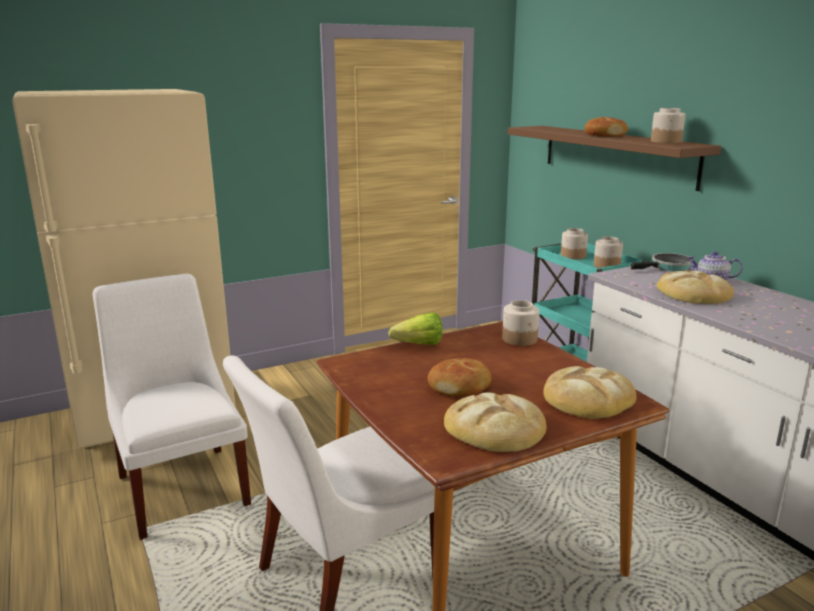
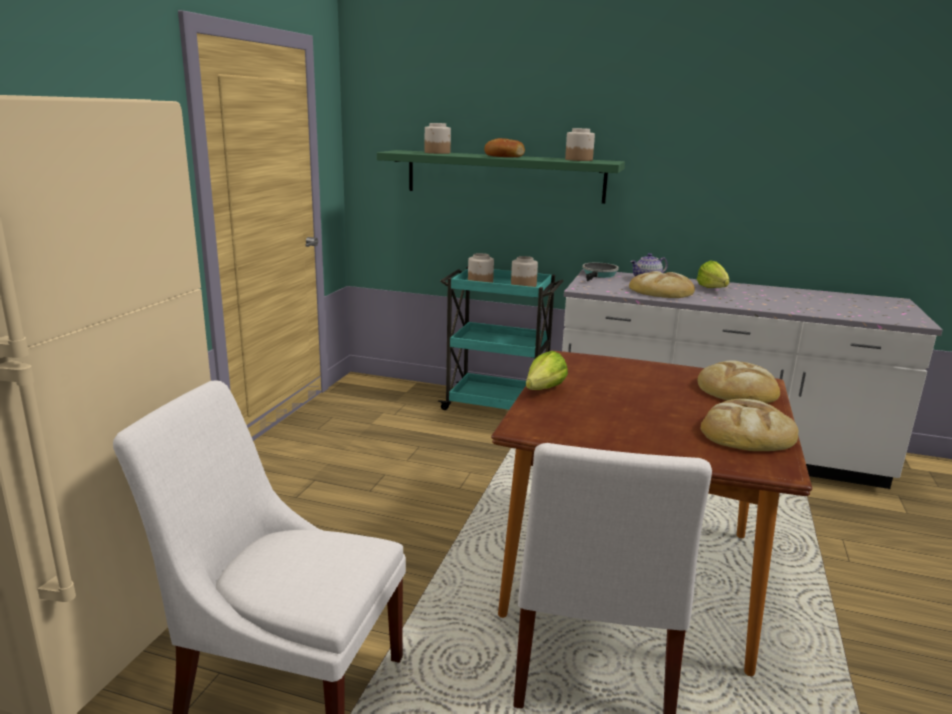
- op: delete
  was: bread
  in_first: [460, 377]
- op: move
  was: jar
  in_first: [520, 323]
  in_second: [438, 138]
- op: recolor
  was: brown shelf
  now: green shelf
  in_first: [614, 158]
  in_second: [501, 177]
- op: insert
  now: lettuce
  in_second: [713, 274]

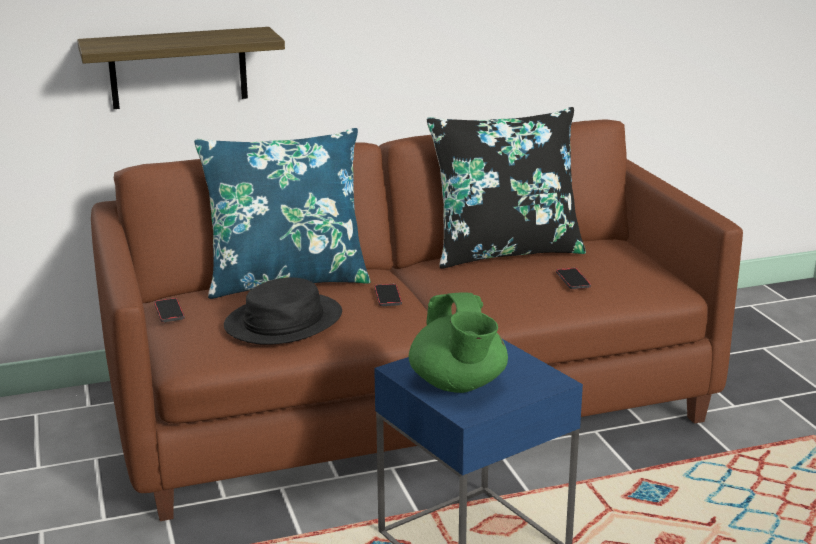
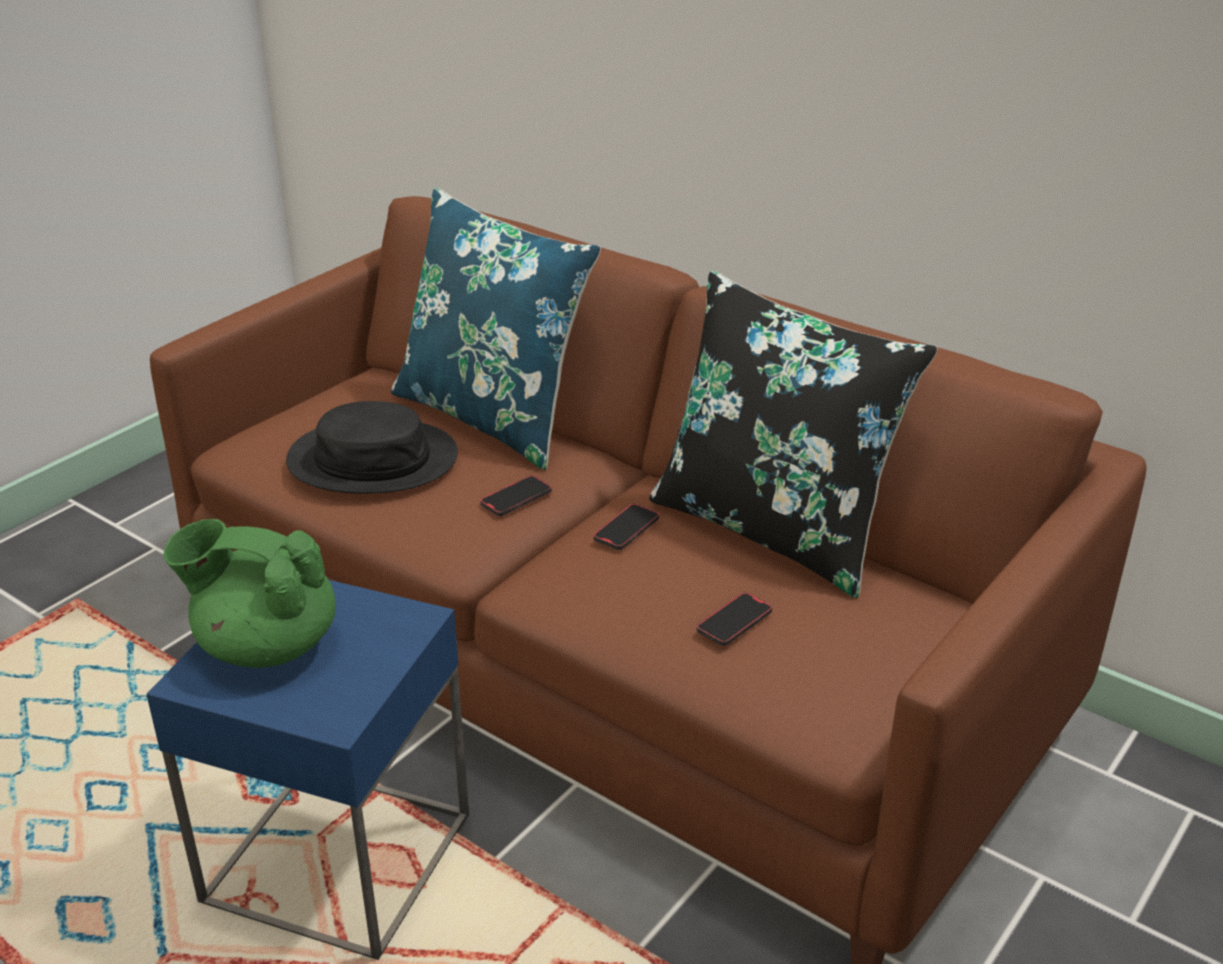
- op: delete
  was: shelf
  in_first: [181, 68]
- op: move
  was: phone
  in_first: [169, 310]
  in_second: [626, 526]
- op: rotate
  was: green teapot
  in_first: [458, 342]
  in_second: [249, 593]
  clockwise: 60

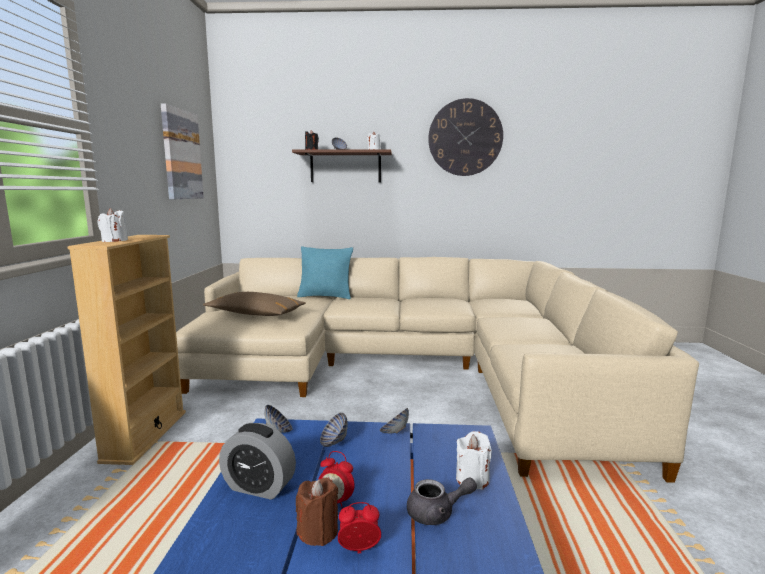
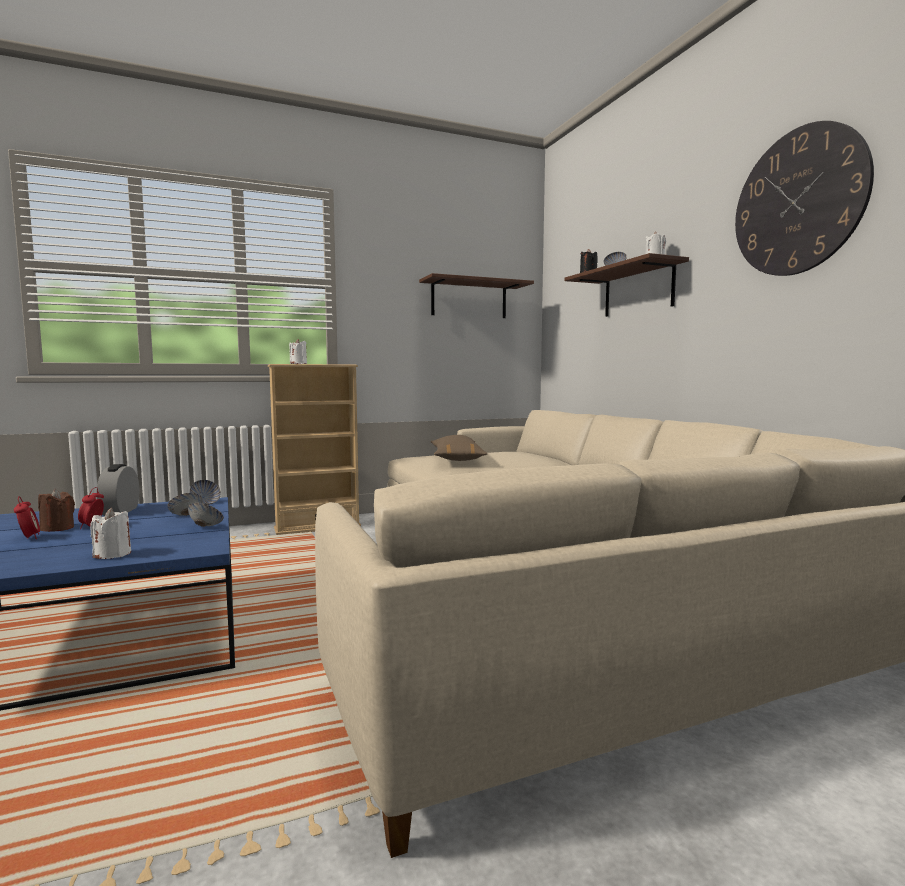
- op: replace
  was: picture
  now: brown shelf
  in_first: [182, 151]
  in_second: [476, 295]
- op: delete
  was: turquoise pillow
  in_first: [325, 272]
- op: delete
  was: grey teapot
  in_first: [442, 501]

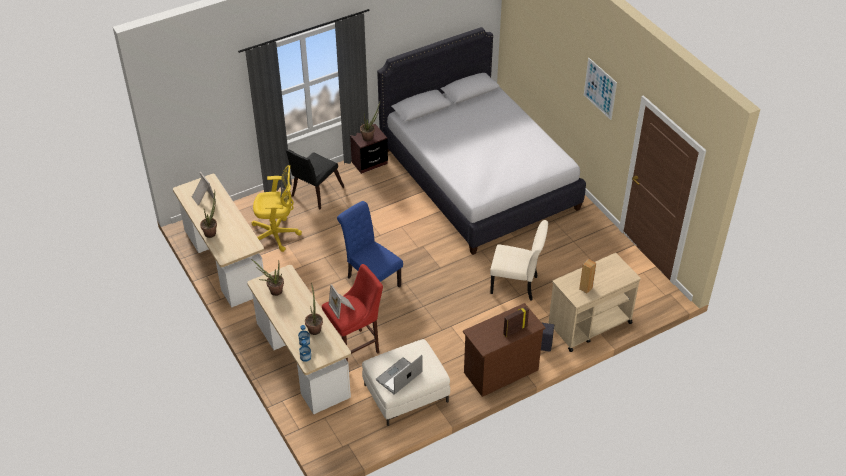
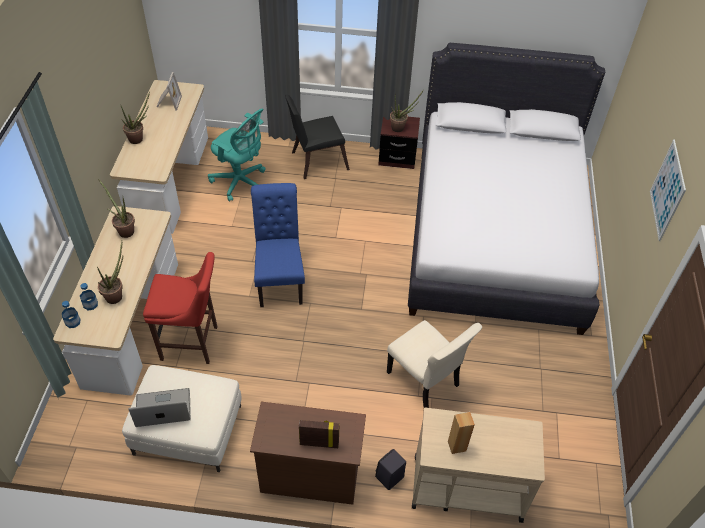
- op: recolor
  was: yellow office chair
  now: turquoise office chair
  in_first: [277, 208]
  in_second: [237, 155]
- op: delete
  was: picture frame
  in_first: [342, 302]

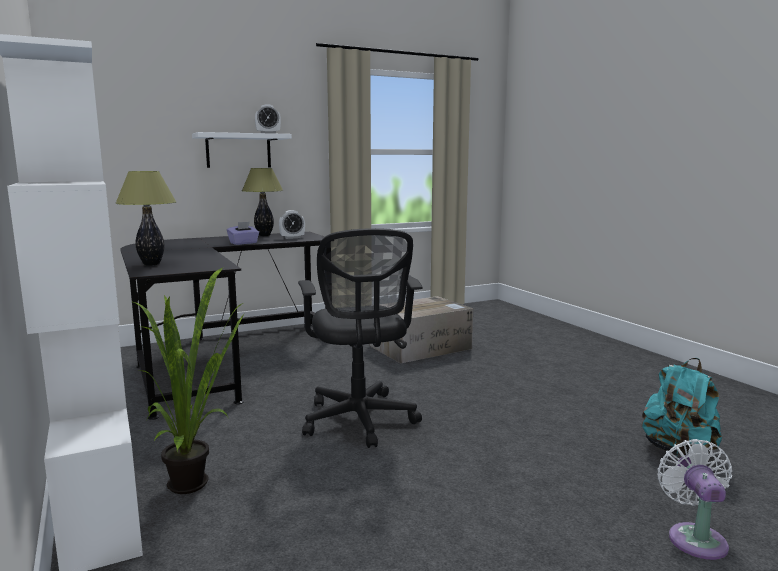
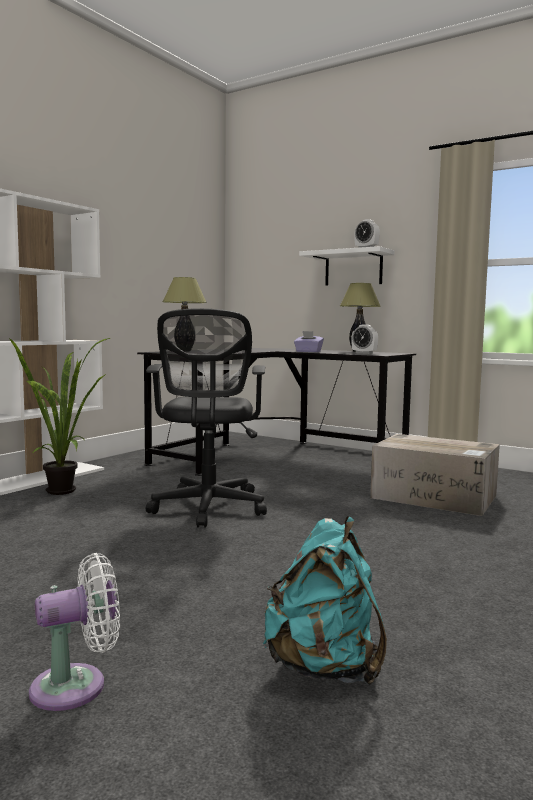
- op: rotate
  was: black office chair
  in_first: [360, 338]
  in_second: [206, 418]
  clockwise: -45

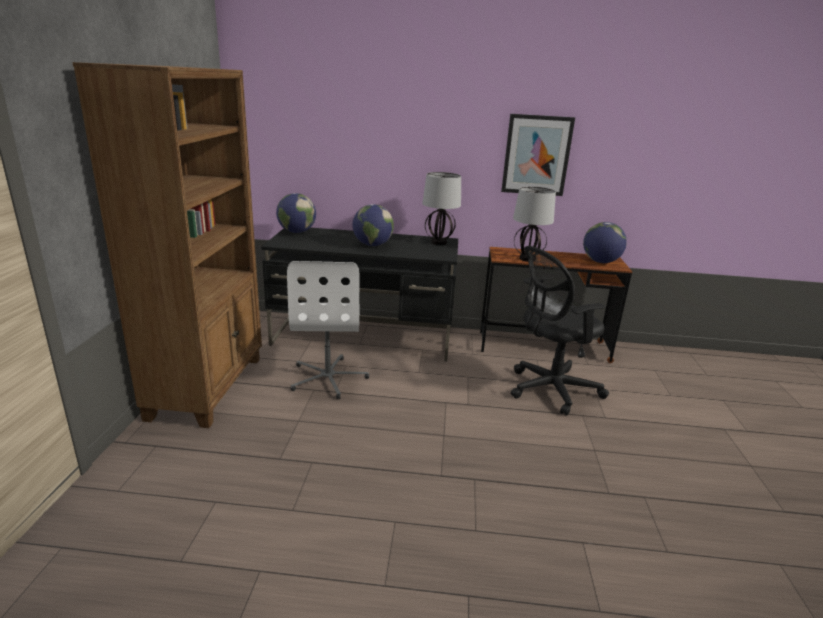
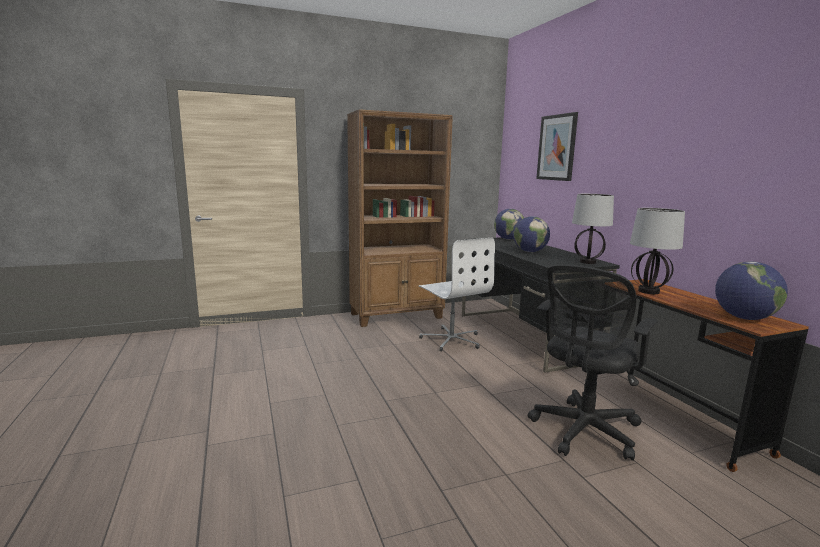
- op: rotate
  was: white office chair
  in_first: [328, 330]
  in_second: [457, 294]
  clockwise: -90
- op: move
  was: picture
  in_first: [538, 155]
  in_second: [557, 146]
- op: rotate
  was: black office chair
  in_first: [560, 331]
  in_second: [593, 362]
  clockwise: -90

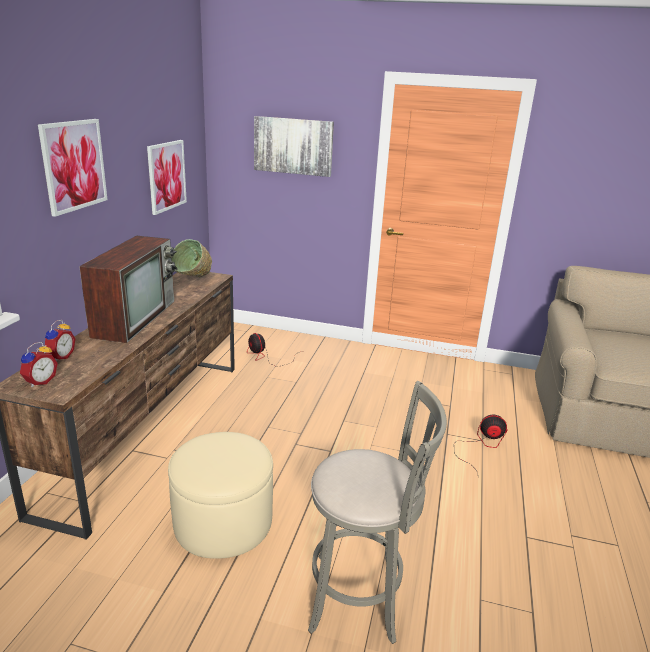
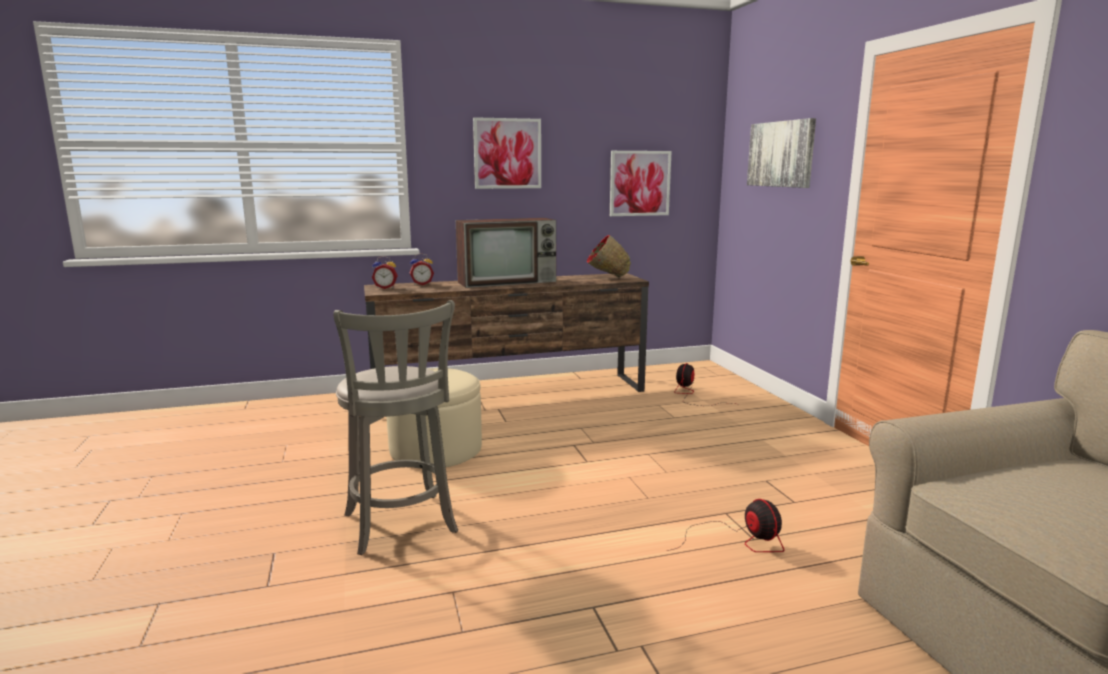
- op: recolor
  was: green bowl
  now: red bowl
  in_first: [192, 258]
  in_second: [609, 256]

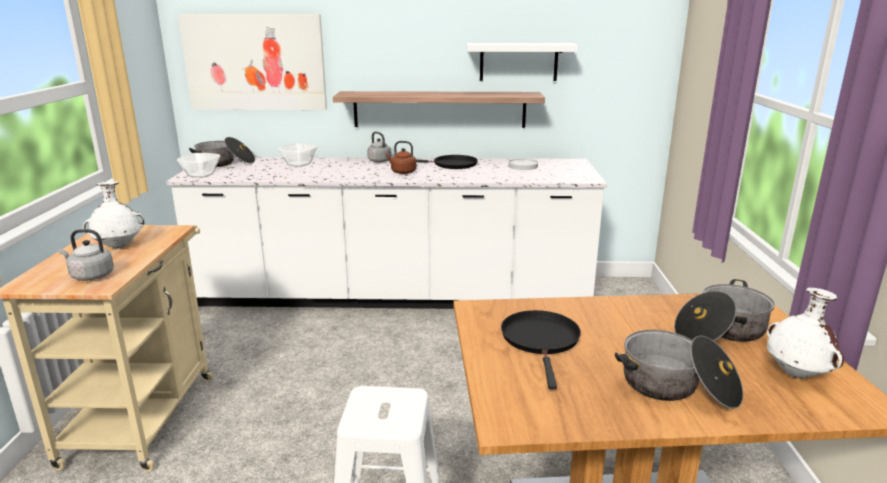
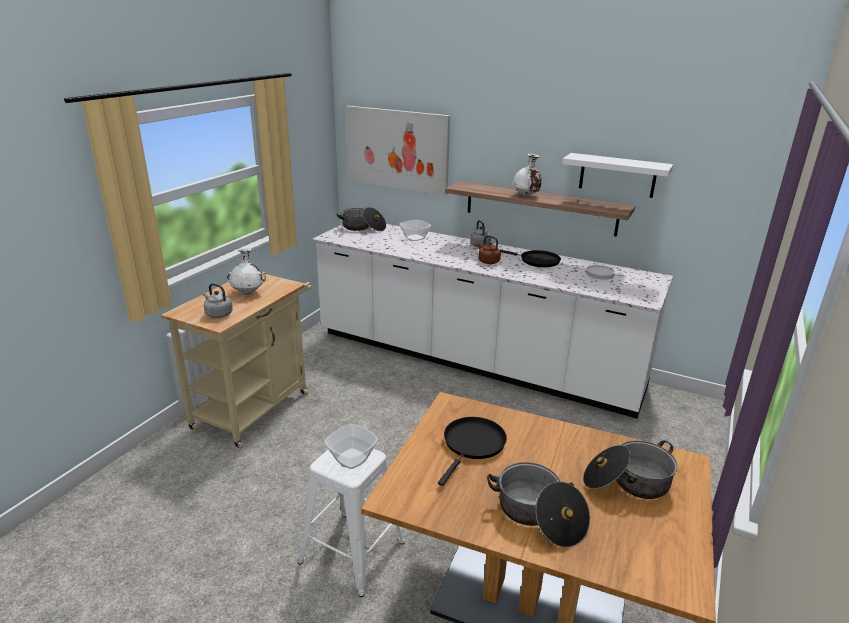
- op: move
  was: bowl
  in_first: [198, 165]
  in_second: [351, 446]
- op: move
  was: white vase
  in_first: [805, 333]
  in_second: [527, 175]

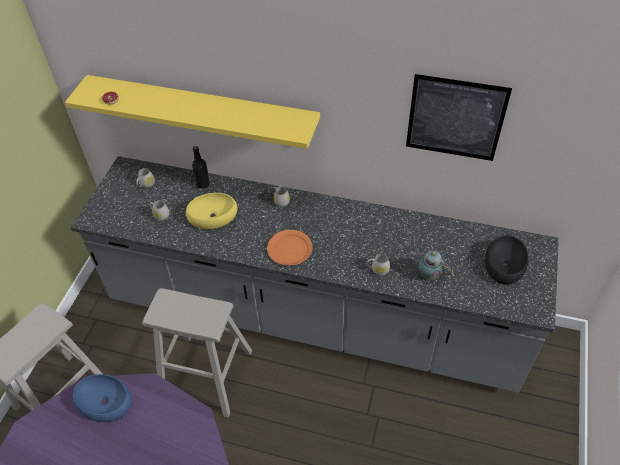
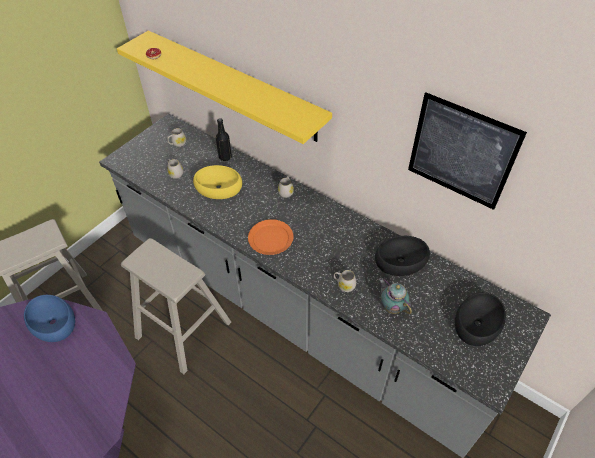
- op: insert
  now: black bowl
  in_second: [402, 256]

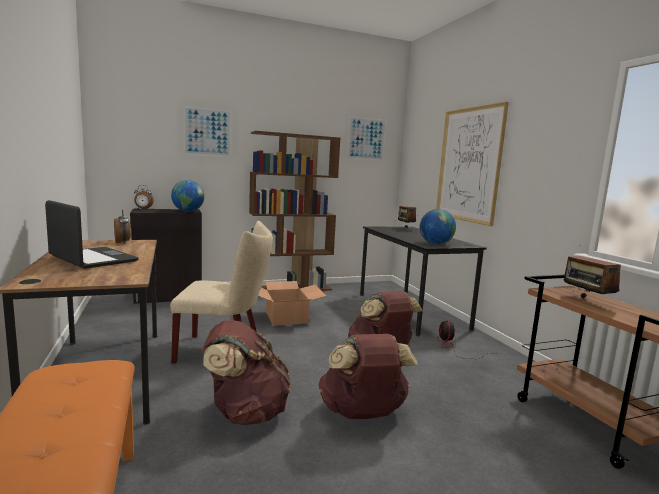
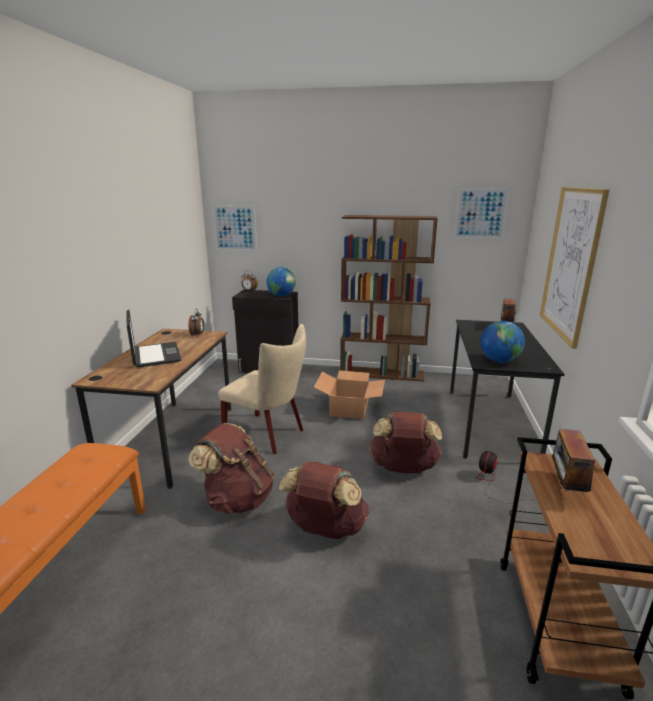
- op: move
  was: picture
  in_first: [207, 131]
  in_second: [234, 228]

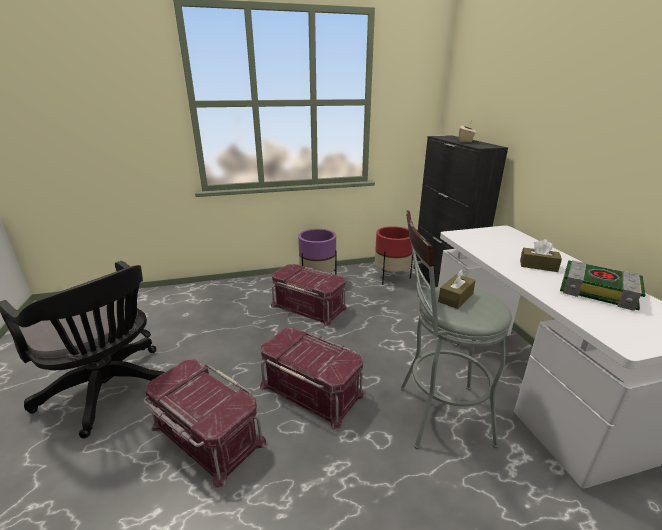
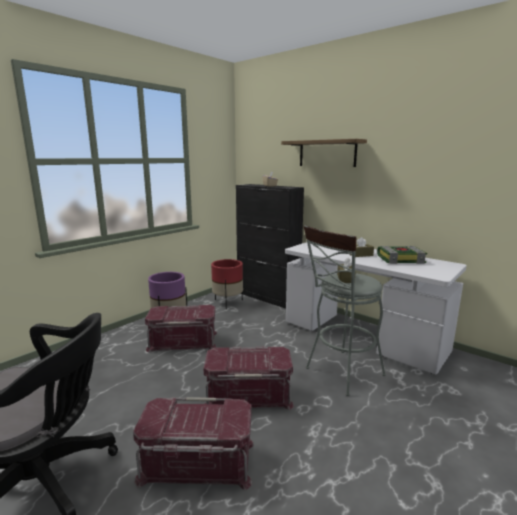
- op: insert
  now: shelf
  in_second: [324, 153]

